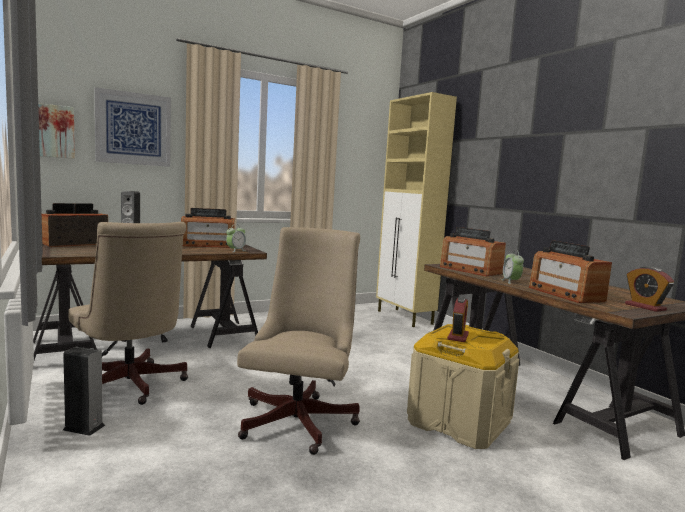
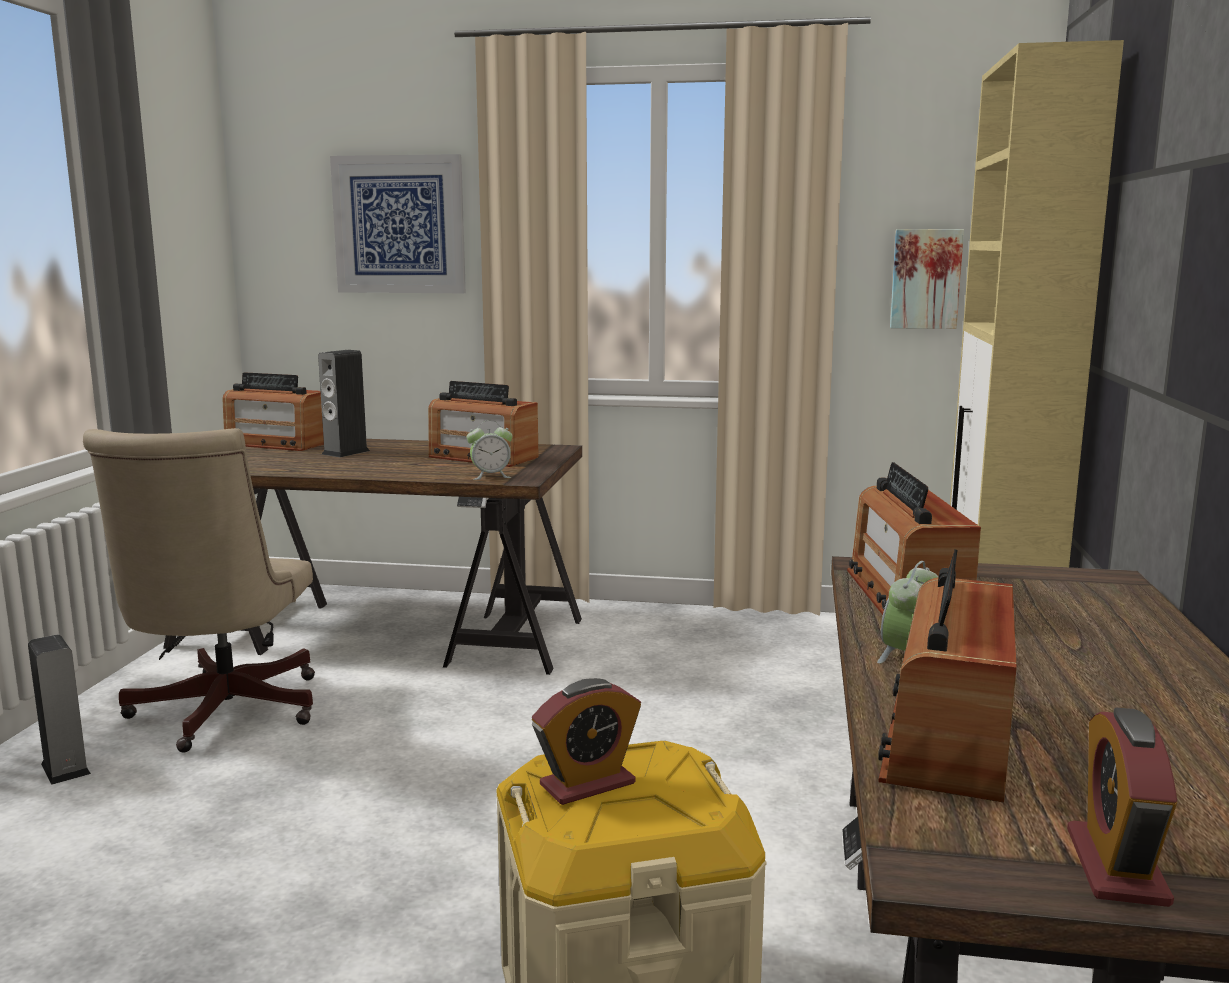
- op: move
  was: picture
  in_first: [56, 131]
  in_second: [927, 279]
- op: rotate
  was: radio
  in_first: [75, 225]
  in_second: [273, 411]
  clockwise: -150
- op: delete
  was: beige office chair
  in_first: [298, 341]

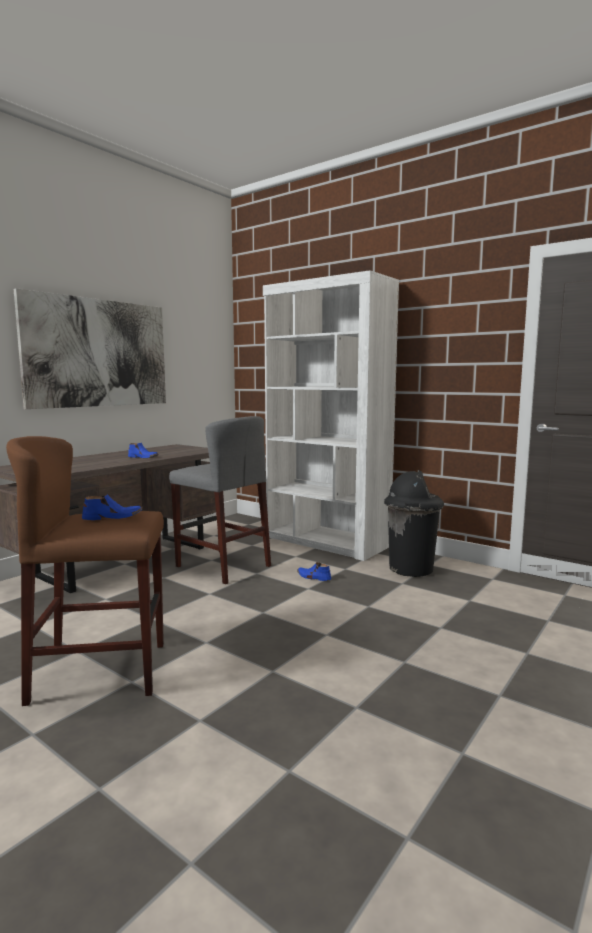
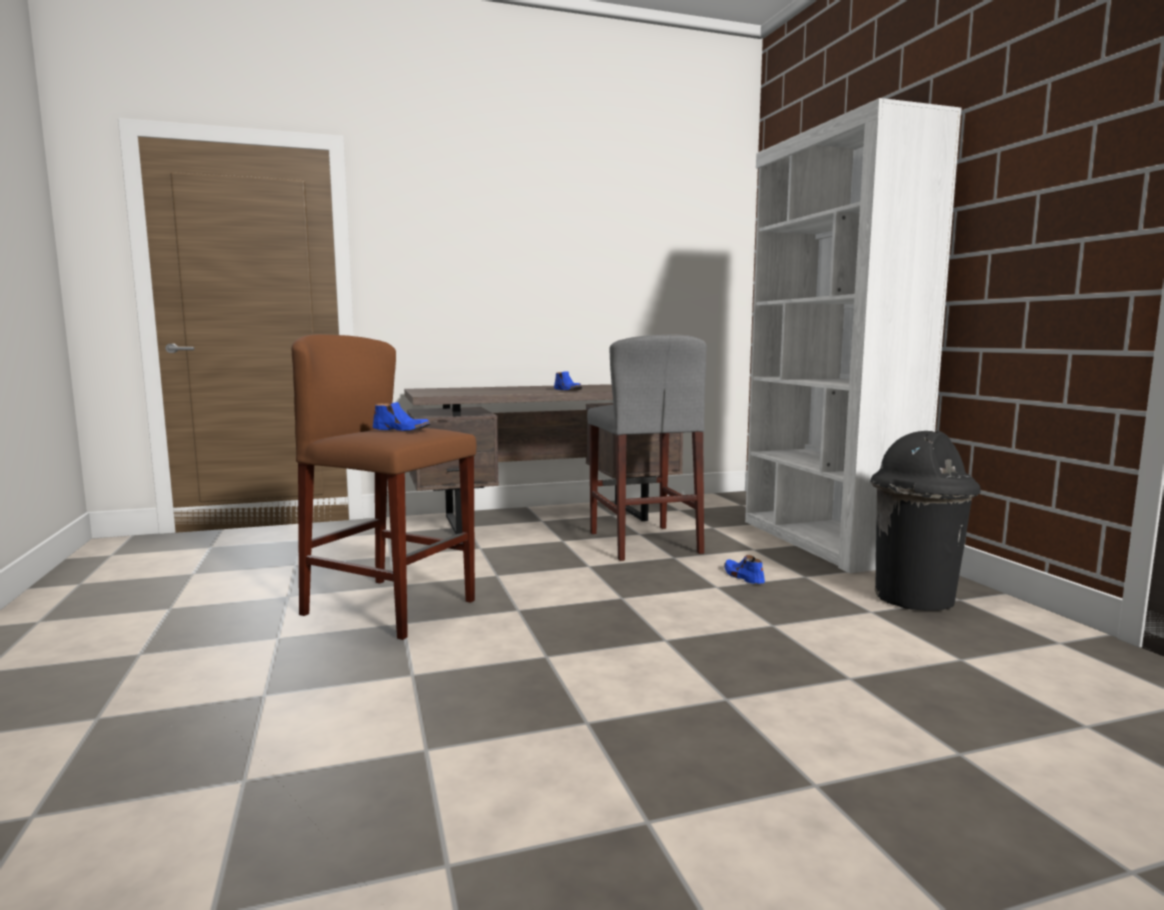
- op: delete
  was: picture
  in_first: [90, 348]

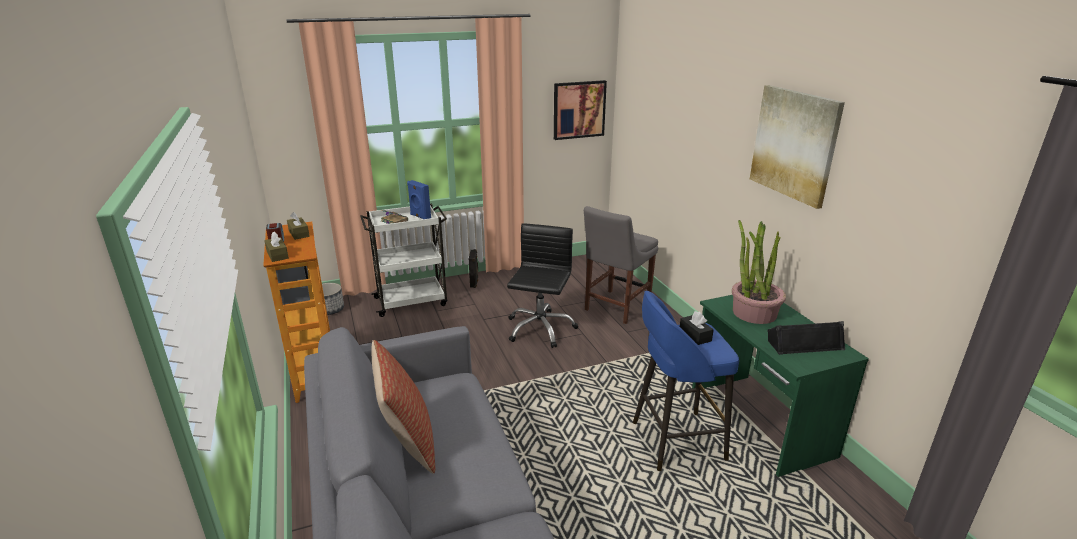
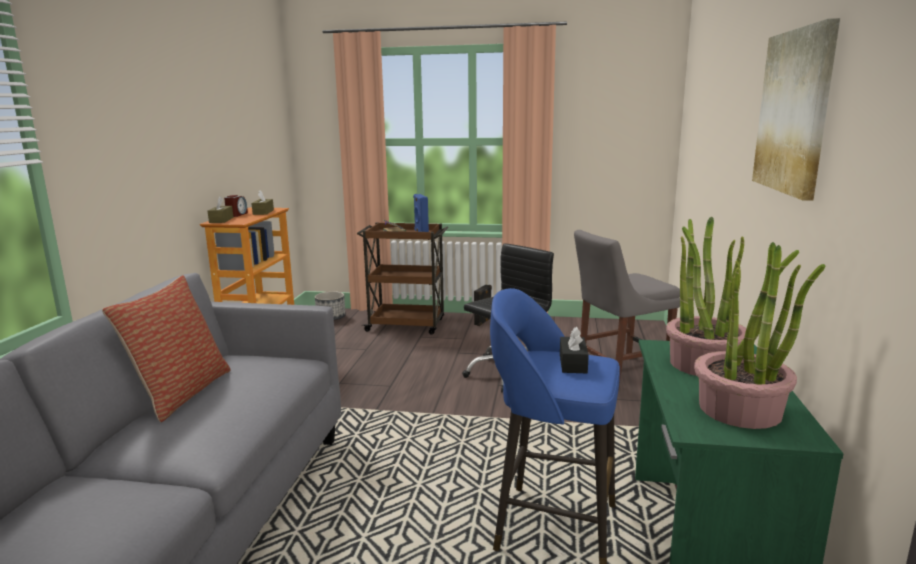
- op: recolor
  was: white cart
  now: brown cart
  in_first: [403, 260]
  in_second: [402, 278]
- op: delete
  was: picture
  in_first: [580, 110]
- op: replace
  was: black speaker
  now: potted plant
  in_first: [806, 338]
  in_second: [760, 335]

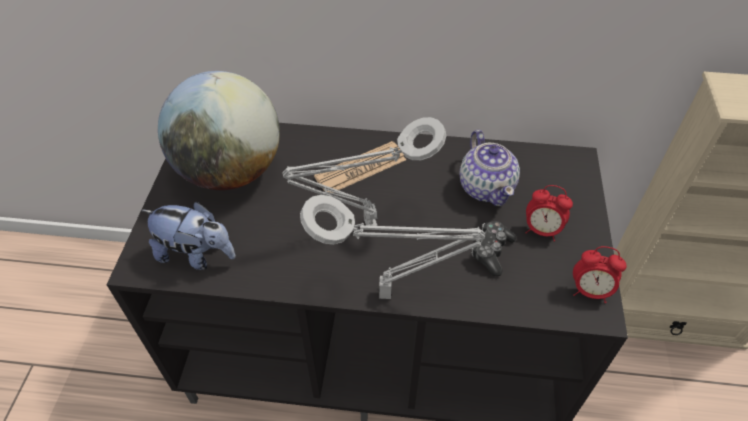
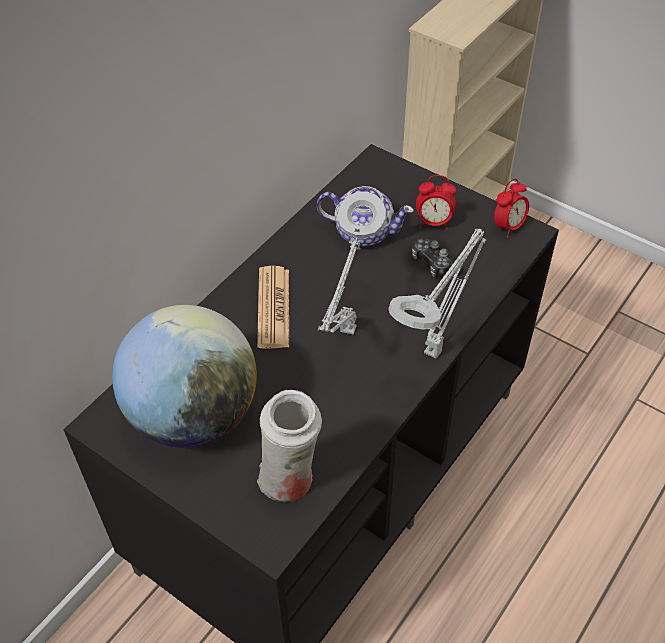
- op: replace
  was: plush toy
  now: white vase
  in_first: [188, 236]
  in_second: [289, 446]
- op: rotate
  was: alarm clock
  in_first: [549, 213]
  in_second: [436, 202]
  clockwise: 45

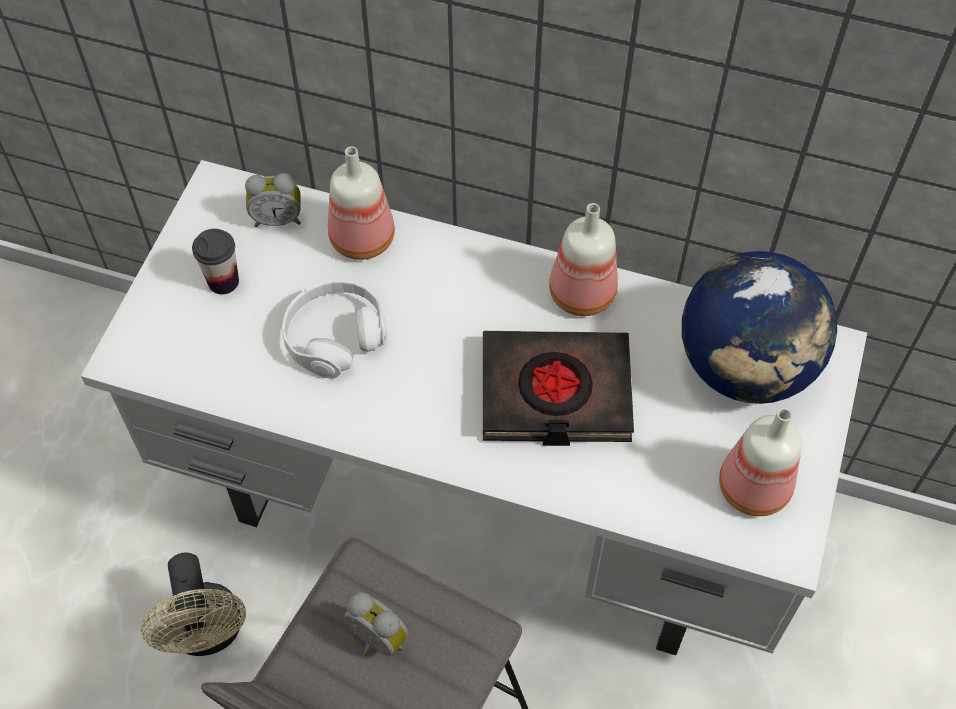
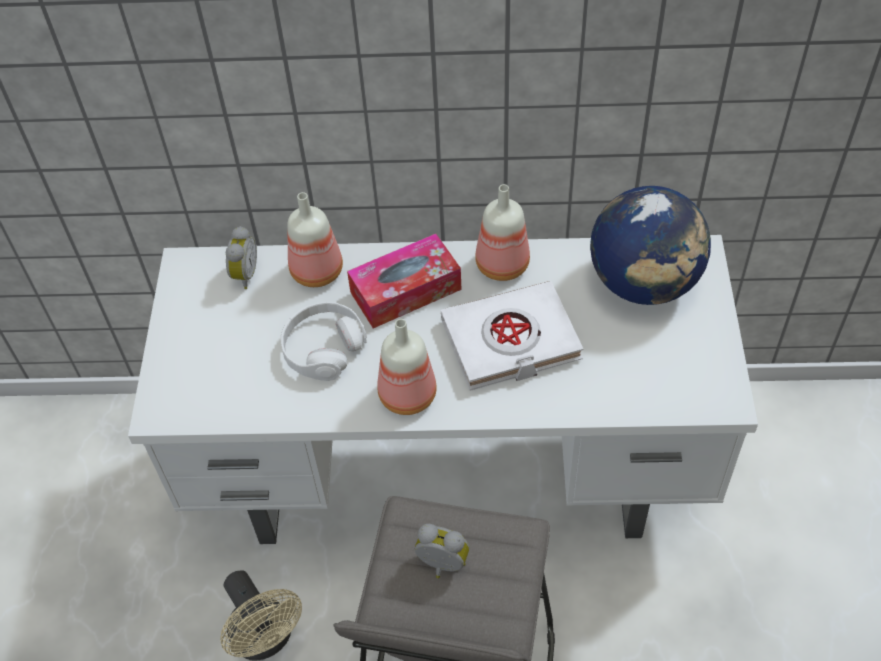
- op: delete
  was: cup
  in_first: [215, 261]
- op: rotate
  was: alarm clock
  in_first: [273, 200]
  in_second: [241, 257]
  clockwise: -60
- op: recolor
  was: black book
  now: white book
  in_first: [558, 388]
  in_second: [512, 336]
- op: move
  was: bottle
  in_first: [760, 462]
  in_second: [407, 367]
- op: insert
  now: tissue box
  in_second: [404, 281]

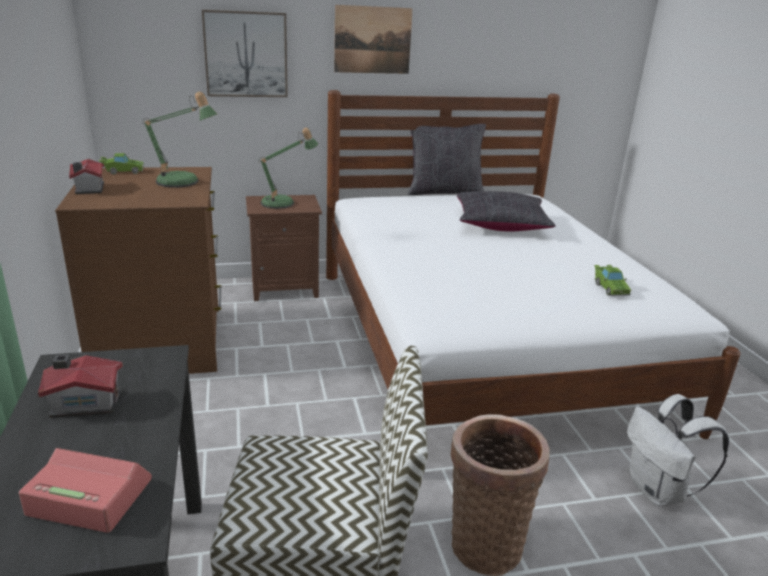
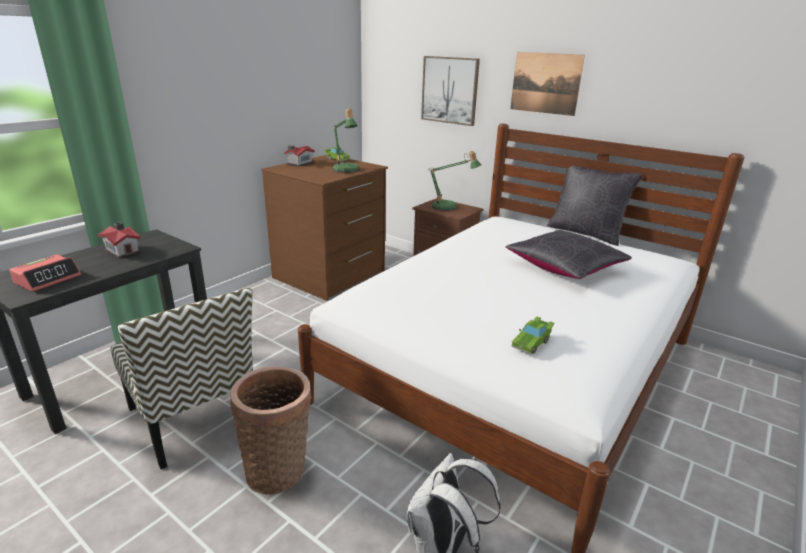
- op: rotate
  was: alarm clock
  in_first: [85, 490]
  in_second: [45, 273]
  clockwise: 60

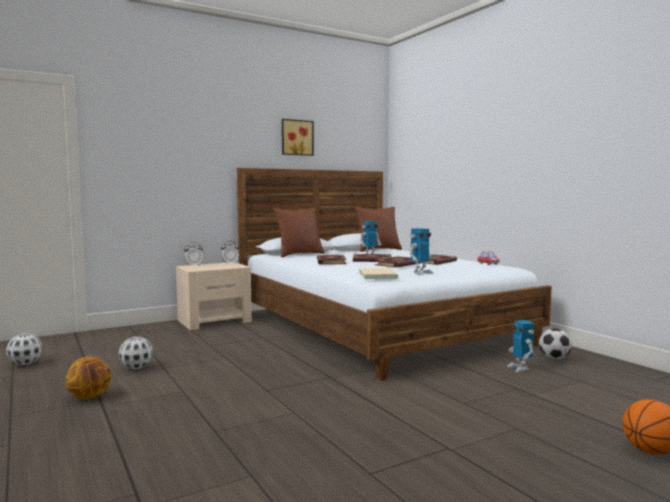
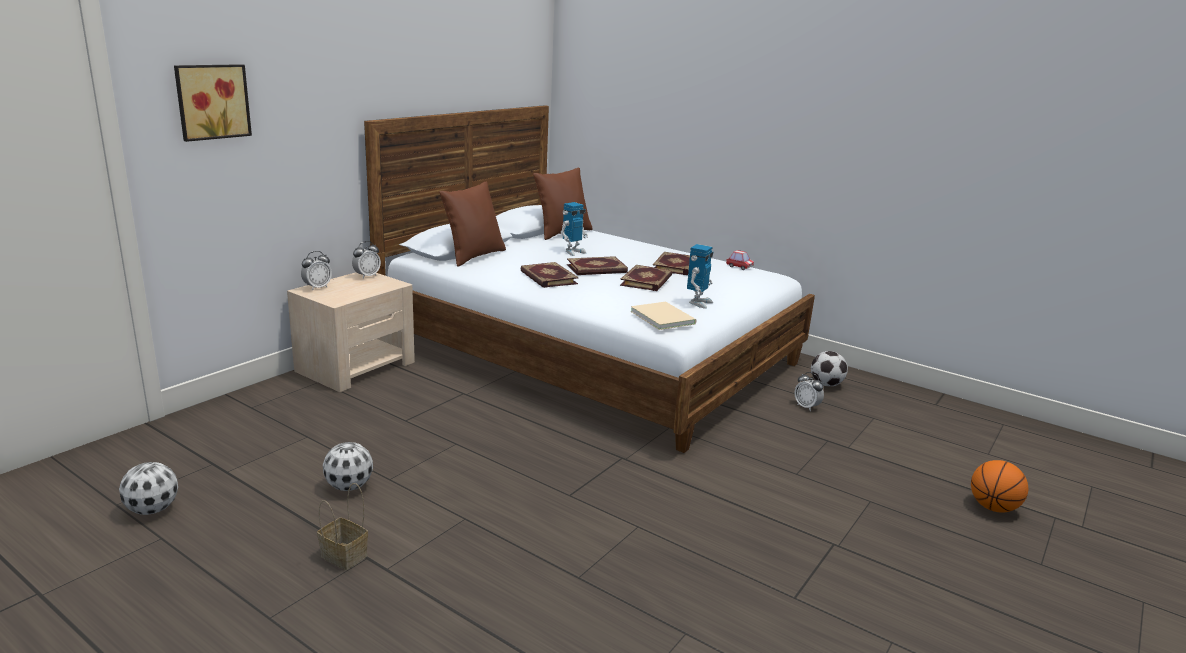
- op: replace
  was: basketball
  now: basket
  in_first: [88, 378]
  in_second: [342, 526]
- op: move
  was: picture
  in_first: [298, 137]
  in_second: [213, 103]
- op: replace
  was: toy robot
  now: alarm clock
  in_first: [521, 346]
  in_second: [809, 391]

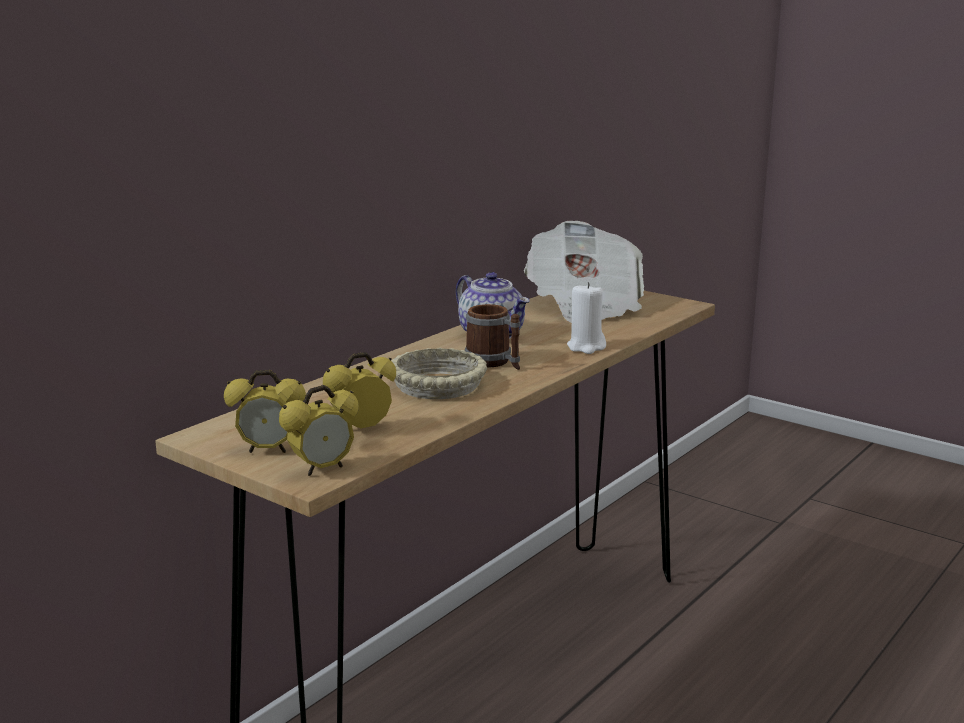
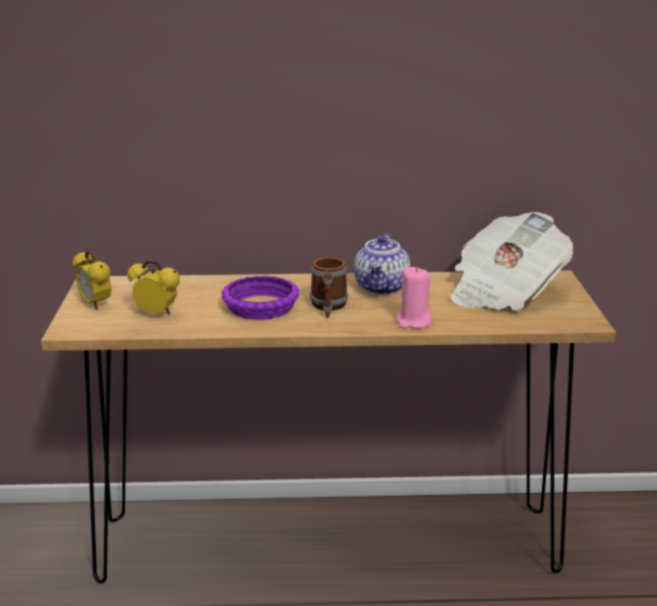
- op: delete
  was: alarm clock
  in_first: [319, 430]
- op: recolor
  was: beige bowl
  now: purple bowl
  in_first: [439, 373]
  in_second: [260, 298]
- op: recolor
  was: white candle
  now: pink candle
  in_first: [586, 318]
  in_second: [414, 298]

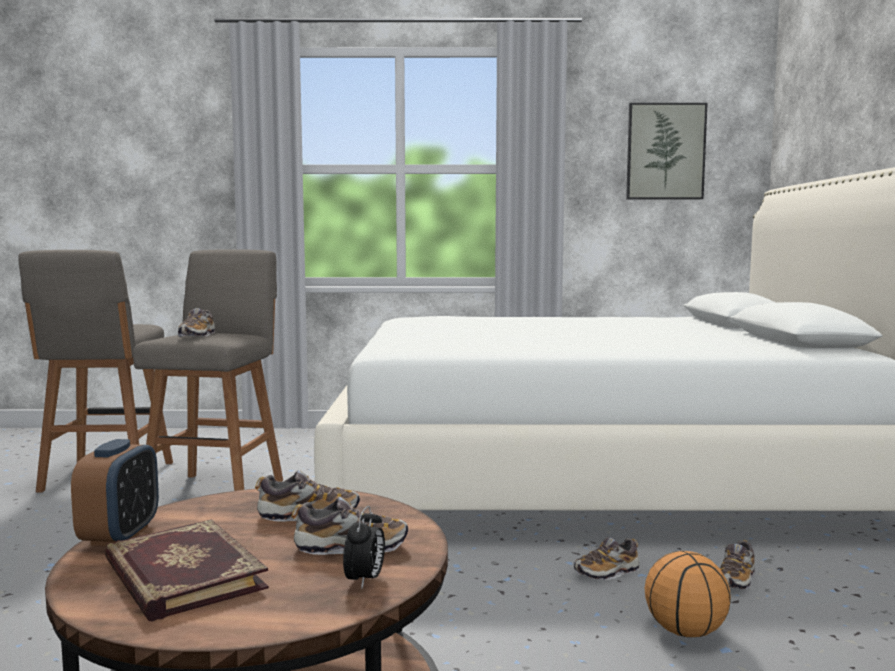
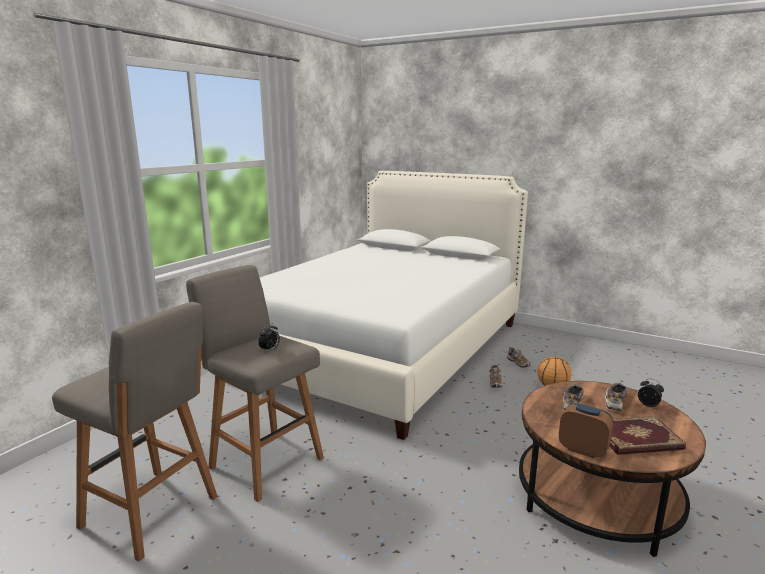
- op: replace
  was: shoe
  now: alarm clock
  in_first: [196, 322]
  in_second: [269, 337]
- op: delete
  was: picture
  in_first: [666, 151]

